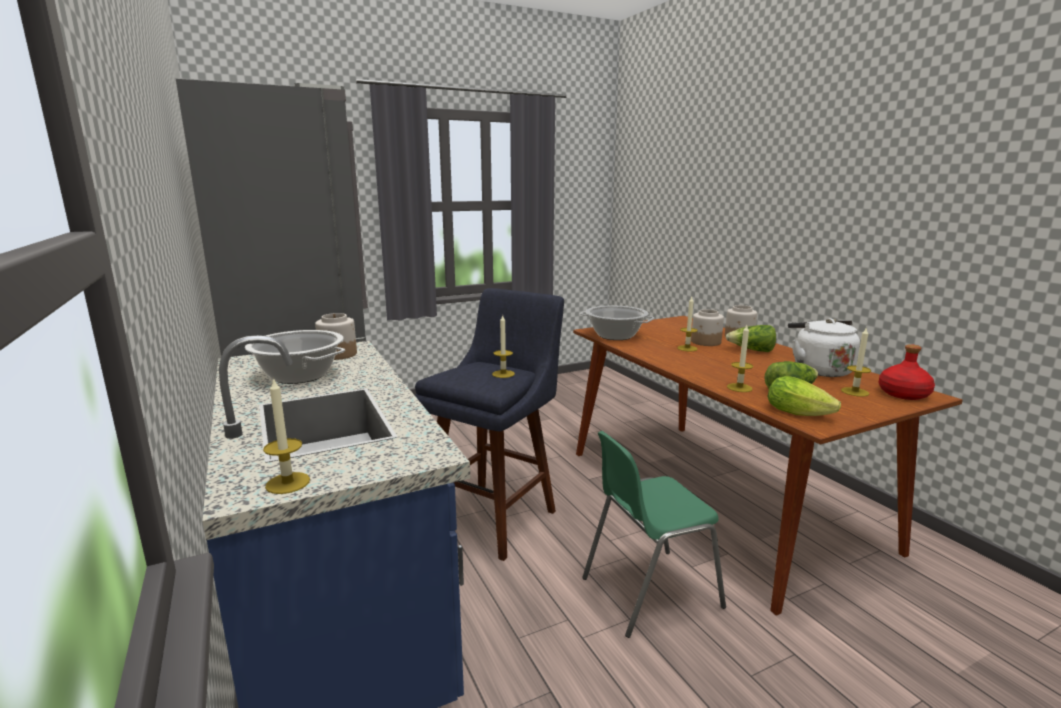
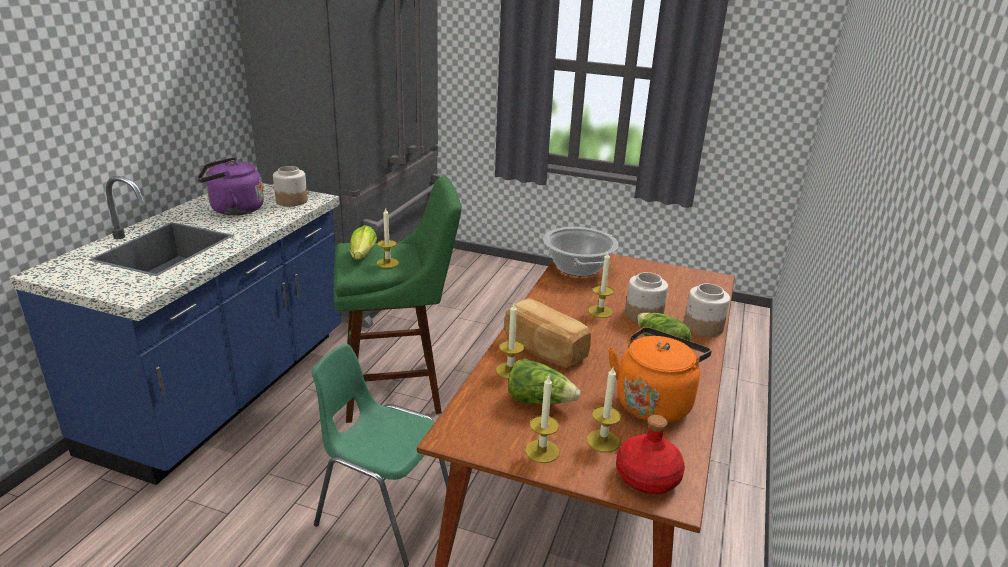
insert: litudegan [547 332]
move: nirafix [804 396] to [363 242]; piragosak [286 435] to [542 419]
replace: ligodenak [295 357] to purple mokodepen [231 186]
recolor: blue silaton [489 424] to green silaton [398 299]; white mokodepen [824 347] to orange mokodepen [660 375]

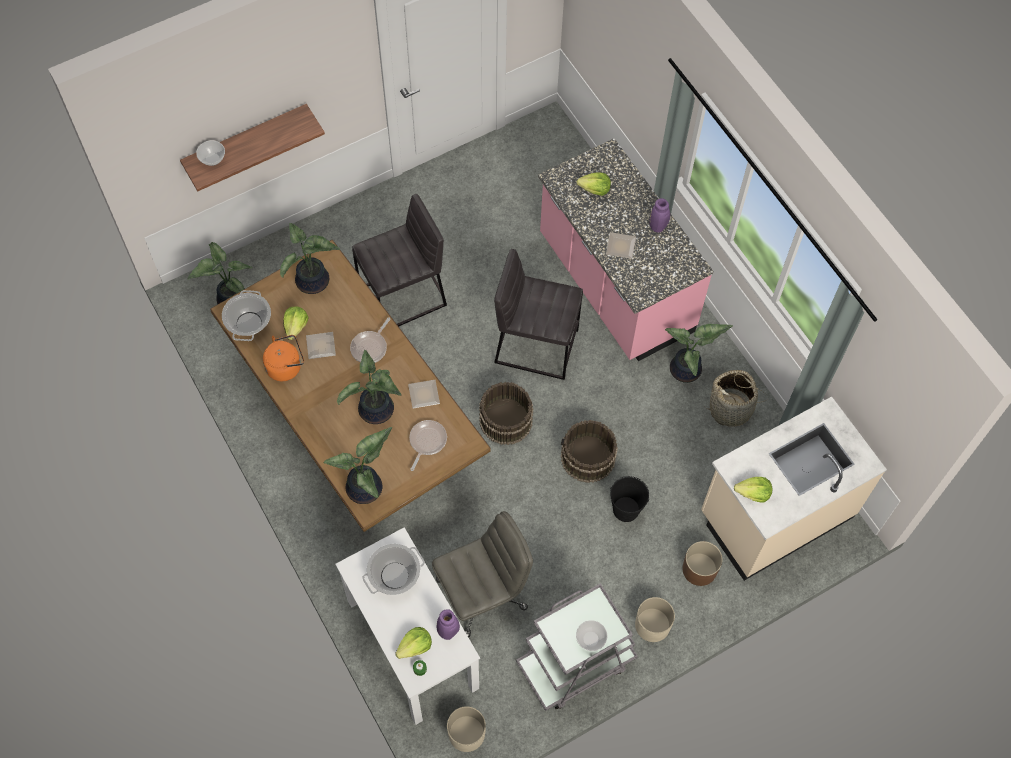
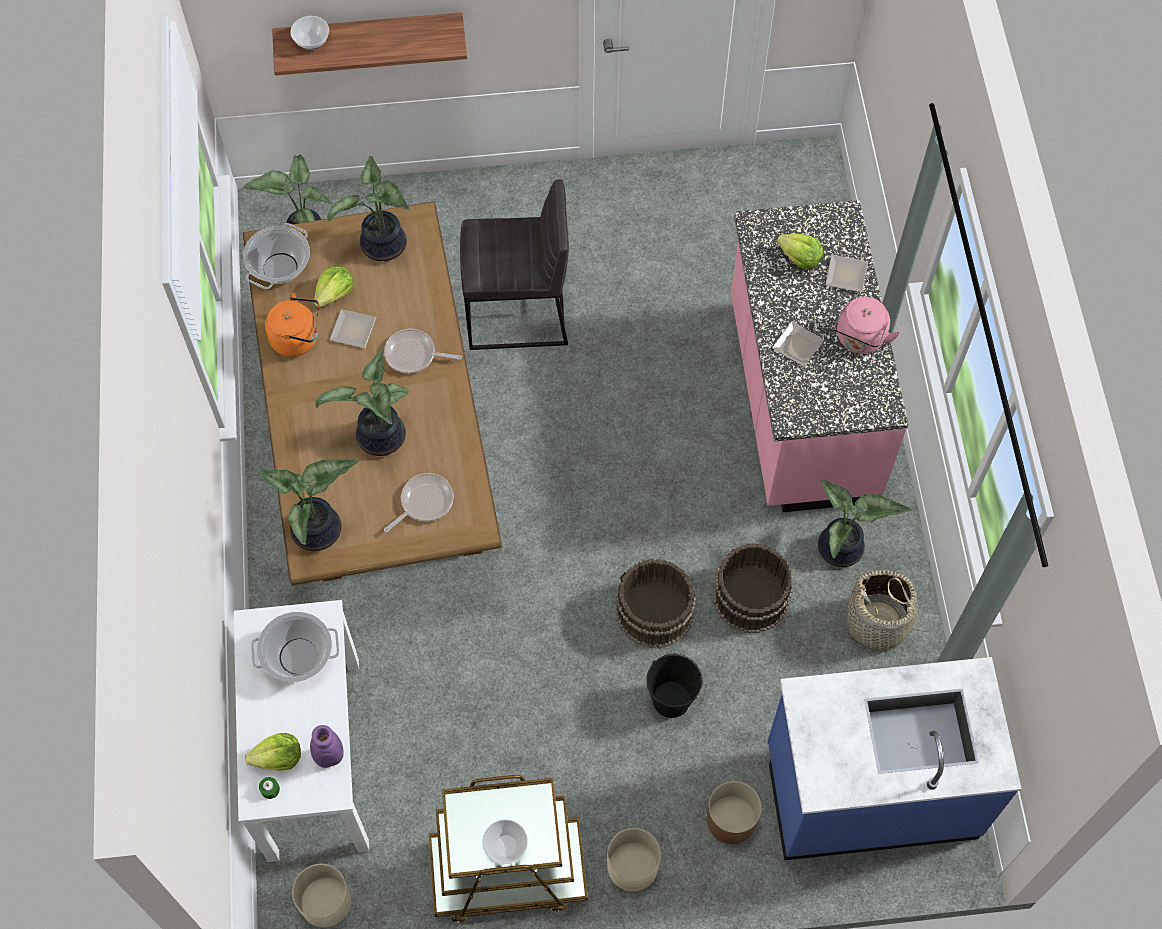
delete: grey silaton [538 314]; nirafix [753 490]; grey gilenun [482 574]
move: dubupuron [424 394] to [846 273]; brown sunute [506 413] to [753 588]
replace: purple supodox [659 215] to pink mokodepen [867 325]
recolor: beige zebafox [794 489] to blue zebafox [895 758]; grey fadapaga [577 647] to brown fadapaga [508 849]
rotate: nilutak [370 340] = [423 351] 45 degrees clockwise

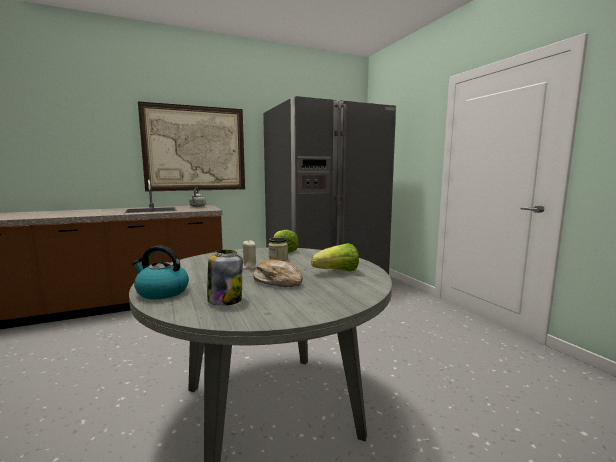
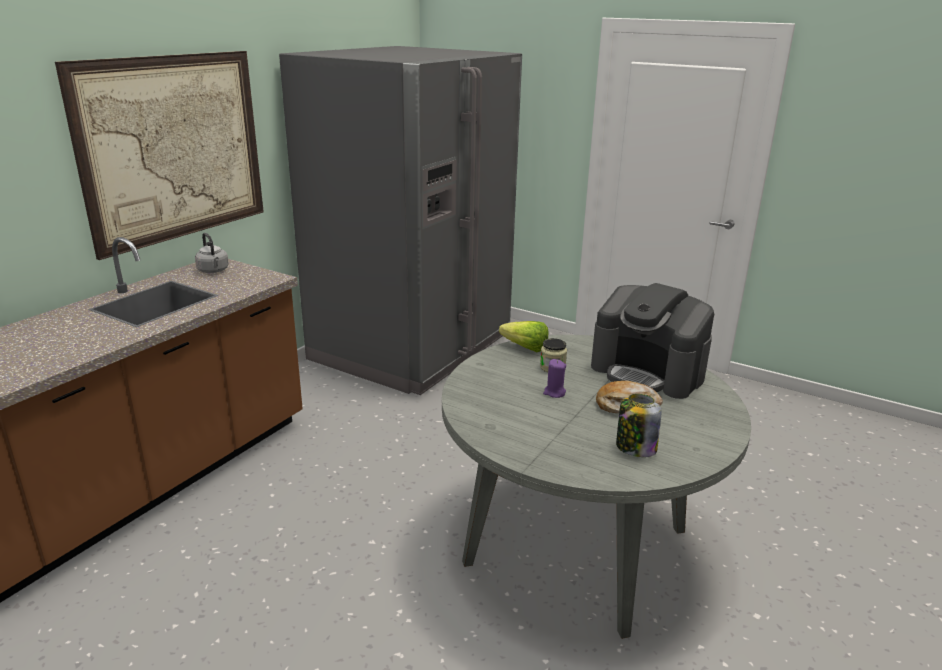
delete: mokodepen [160 272]
replace: nirafix [335 257] to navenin [652 341]
recolor: beige piragosak [250 255] to purple piragosak [554 378]

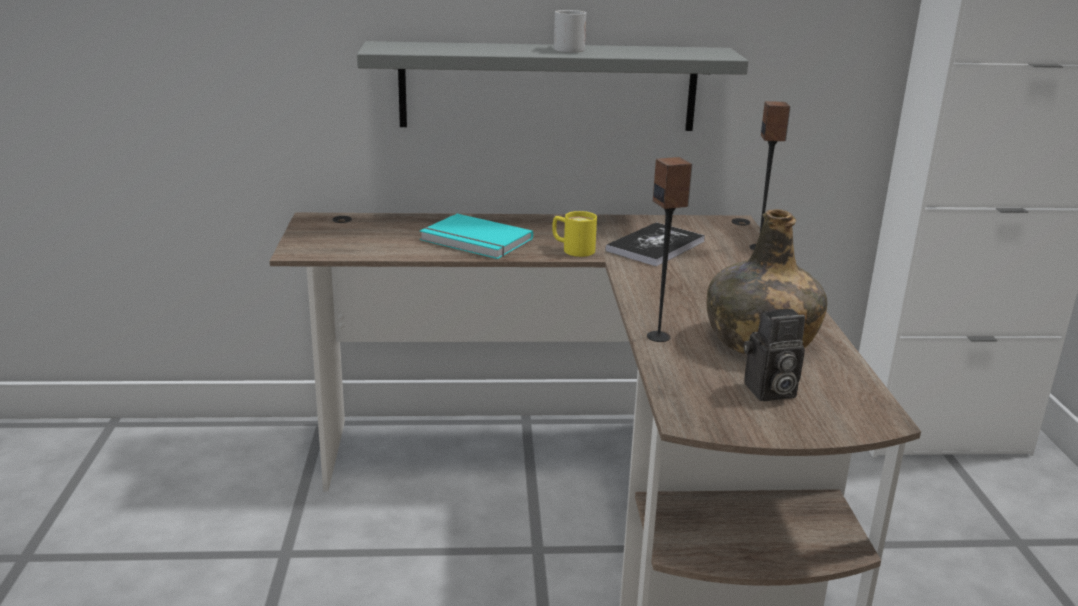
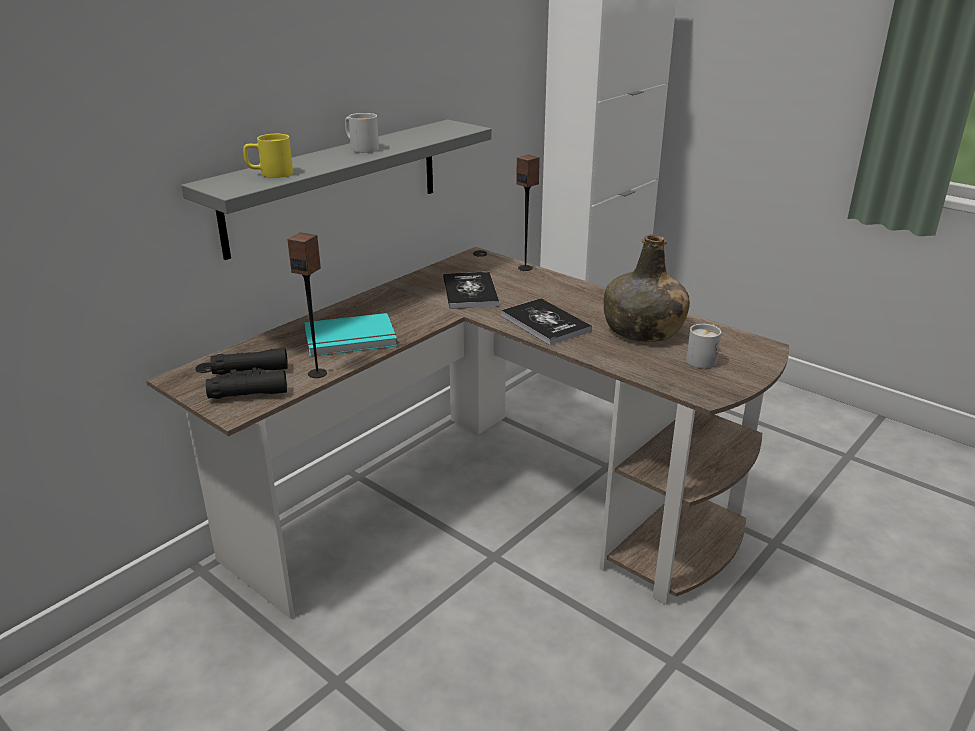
insert: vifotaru [546 322]; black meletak [247 373]
move: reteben [669 249] to [307 305]; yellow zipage [574 234] to [268 156]
replace: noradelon [774 355] to white zipage [703 346]

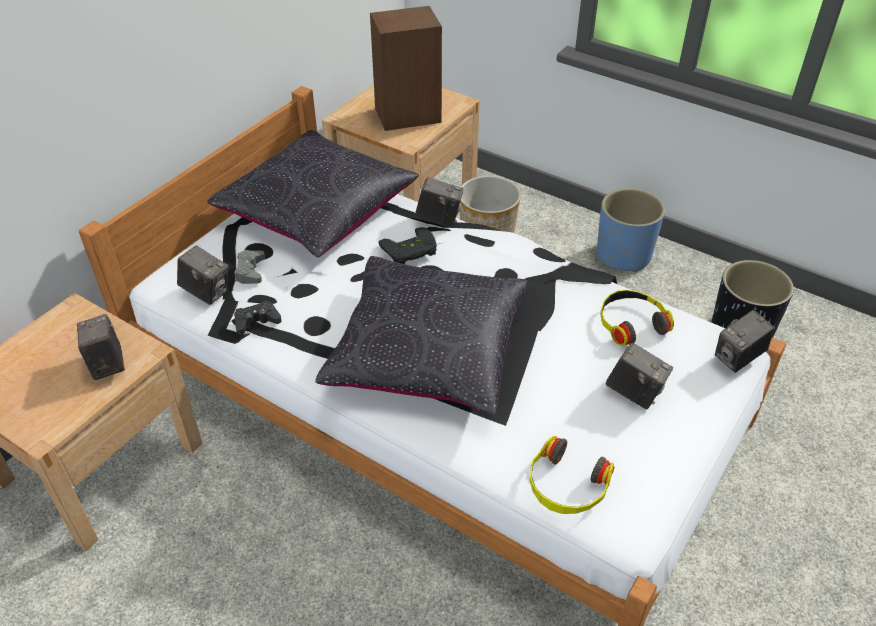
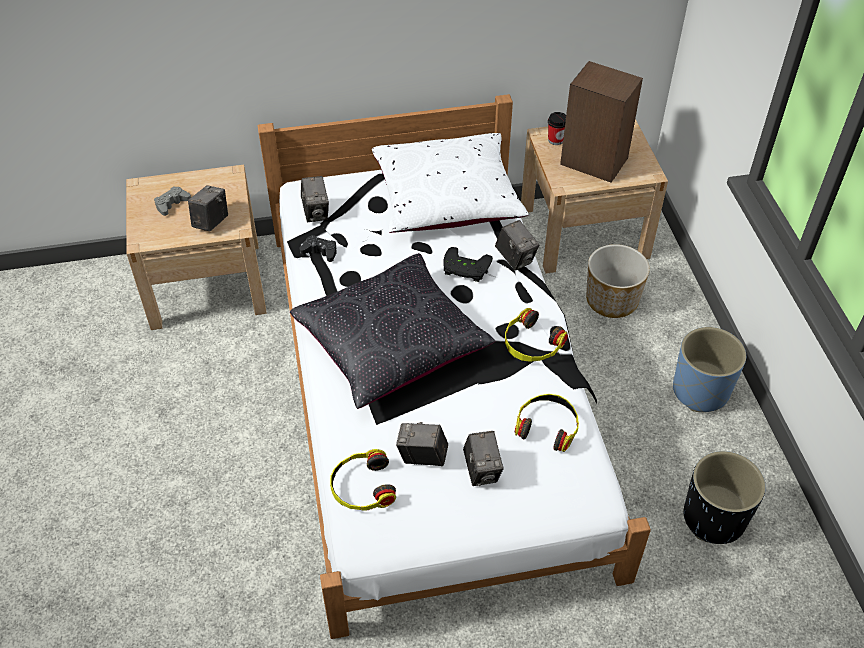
insert: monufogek [557 128]; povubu [536 335]
move: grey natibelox [249 267] to [172 201]; noradelon [745 341] to [422 444]
recolor: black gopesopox [313 194] to white gopesopox [450 183]

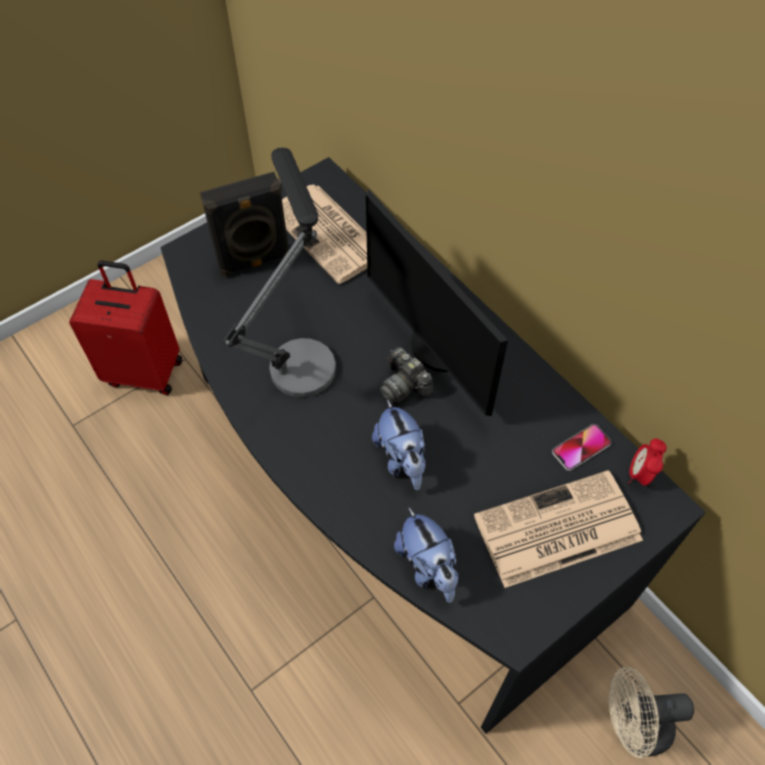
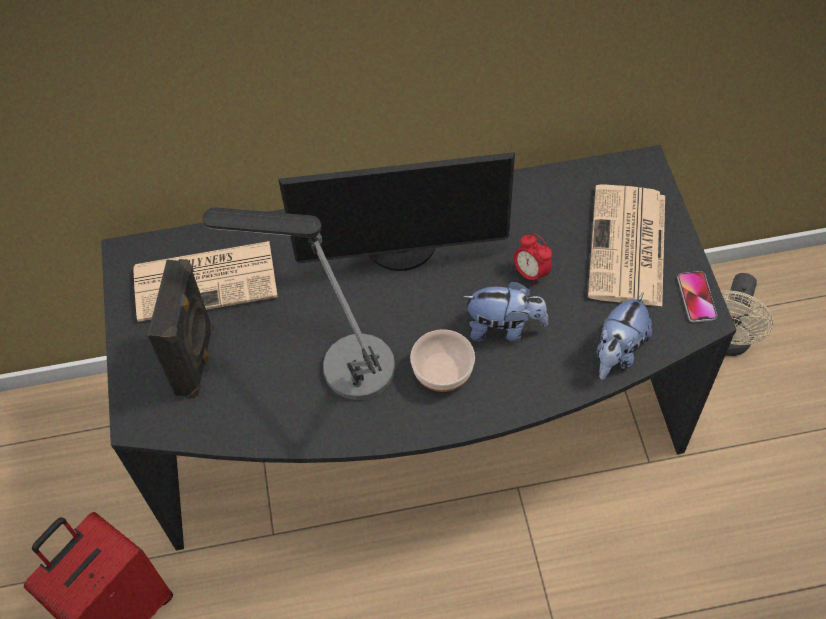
delete: noradelon [406 375]
insert: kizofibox [442 360]
move: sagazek [581 447] to [697 296]; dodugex [647 462] to [533 259]
rotate: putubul [426 555] = [624 336] 120 degrees clockwise

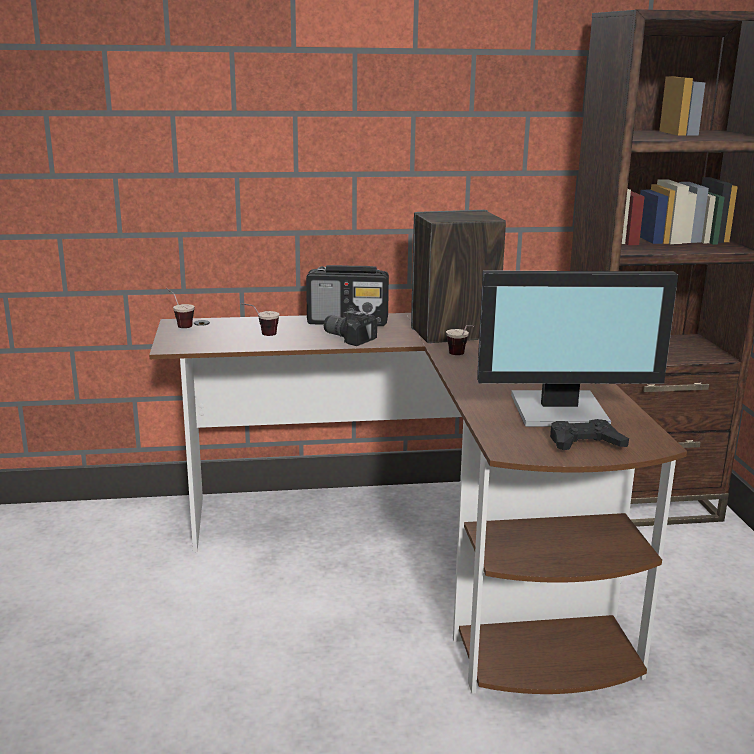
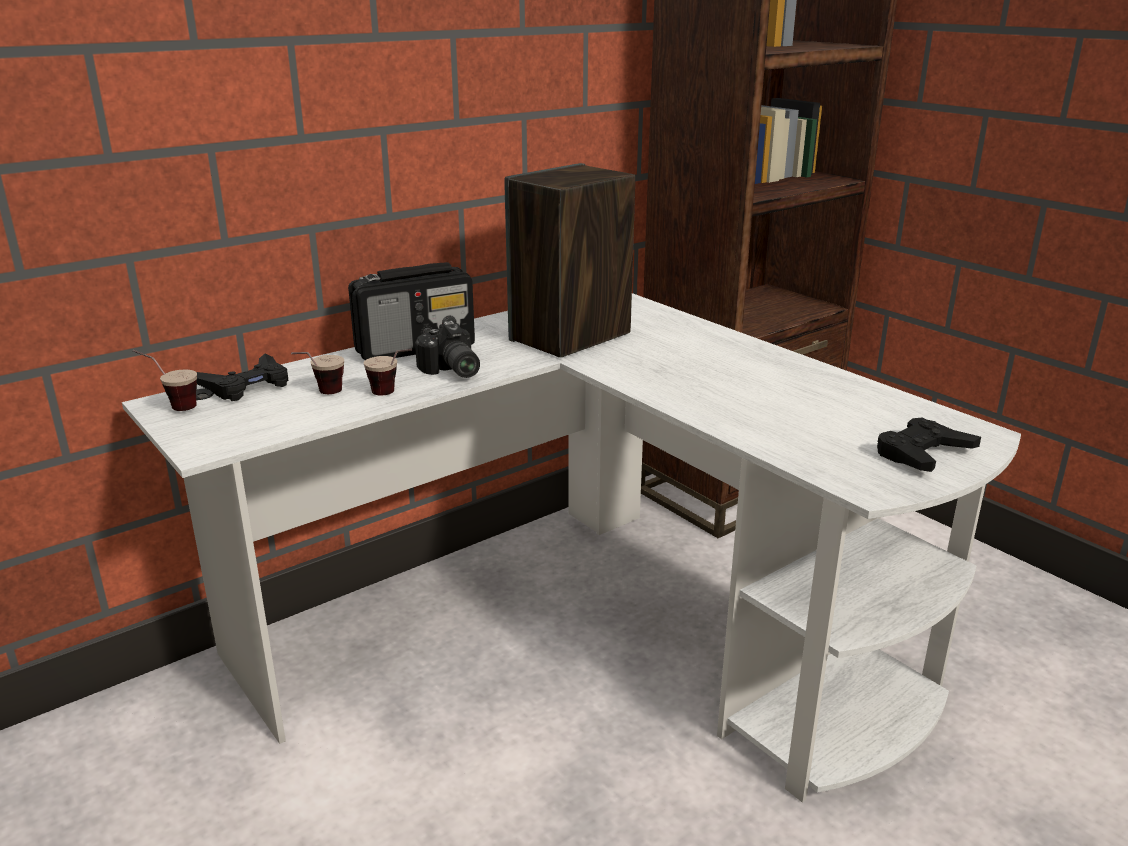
delete: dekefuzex [577 348]
insert: black natibelox [242 377]
move: monufogek [460 340] to [388 372]
recolor: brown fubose [418 503] to white fubose [571 548]
rotate: noradelon [350 328] = [447 349] 120 degrees counterclockwise

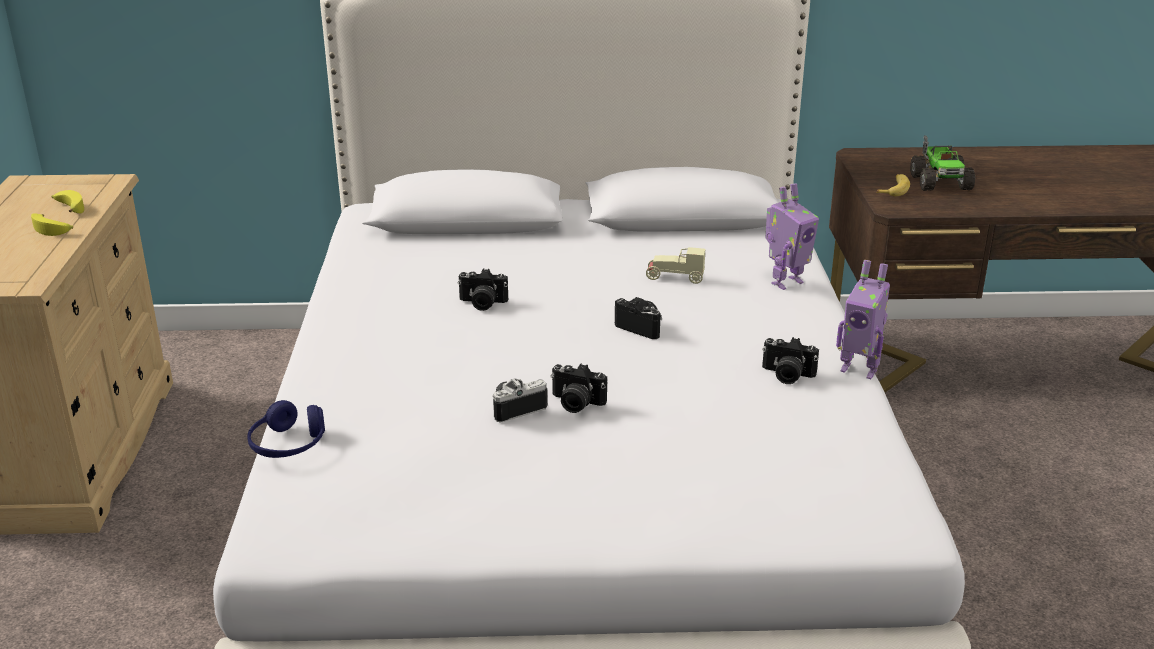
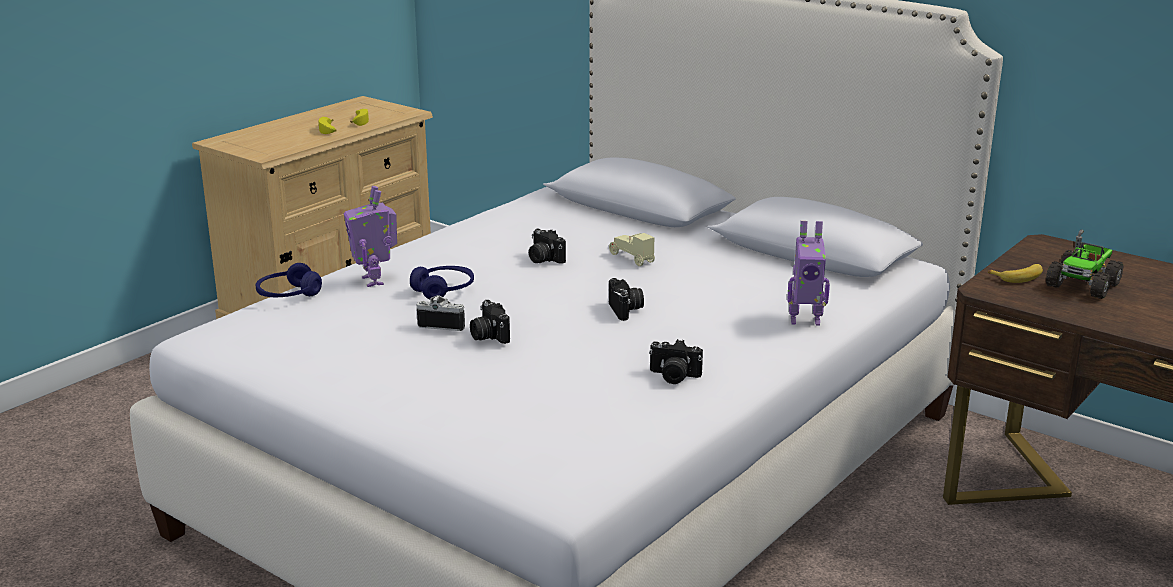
insert: blue povubu [442 282]
move: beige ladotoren [675 265] to [632 249]; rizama [863 319] to [370 236]
rotate: noradelon [790 360] = [676 361] 45 degrees counterclockwise

